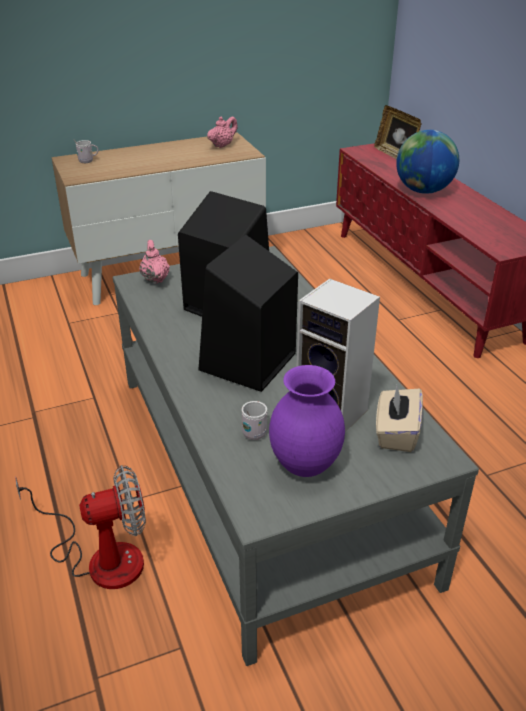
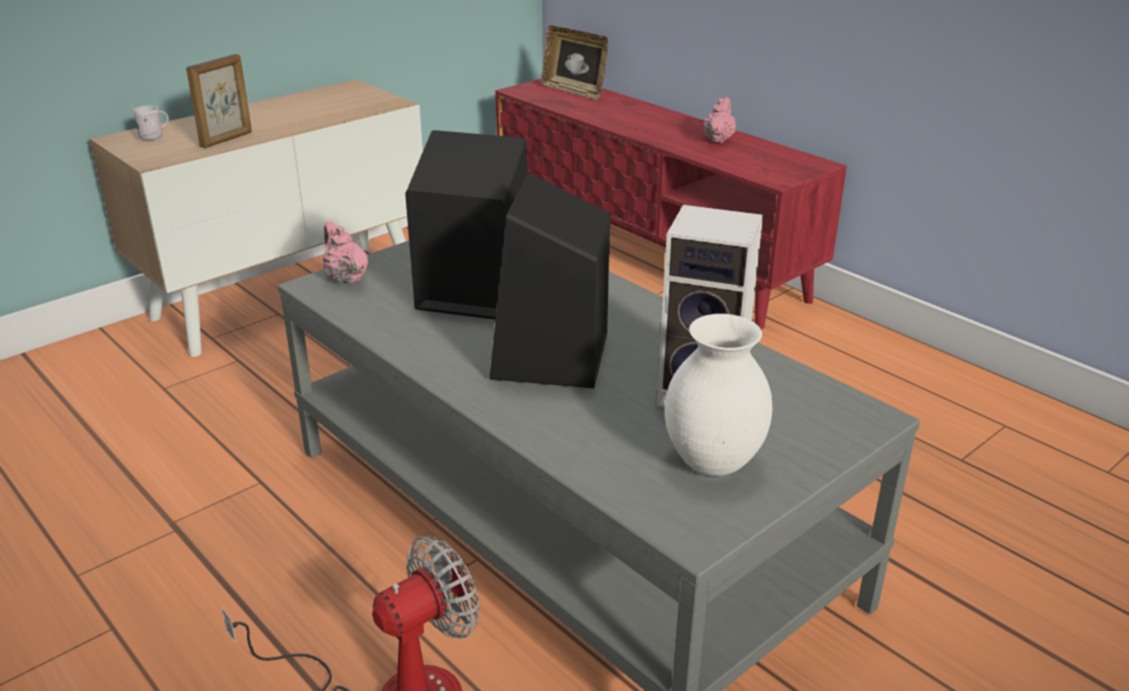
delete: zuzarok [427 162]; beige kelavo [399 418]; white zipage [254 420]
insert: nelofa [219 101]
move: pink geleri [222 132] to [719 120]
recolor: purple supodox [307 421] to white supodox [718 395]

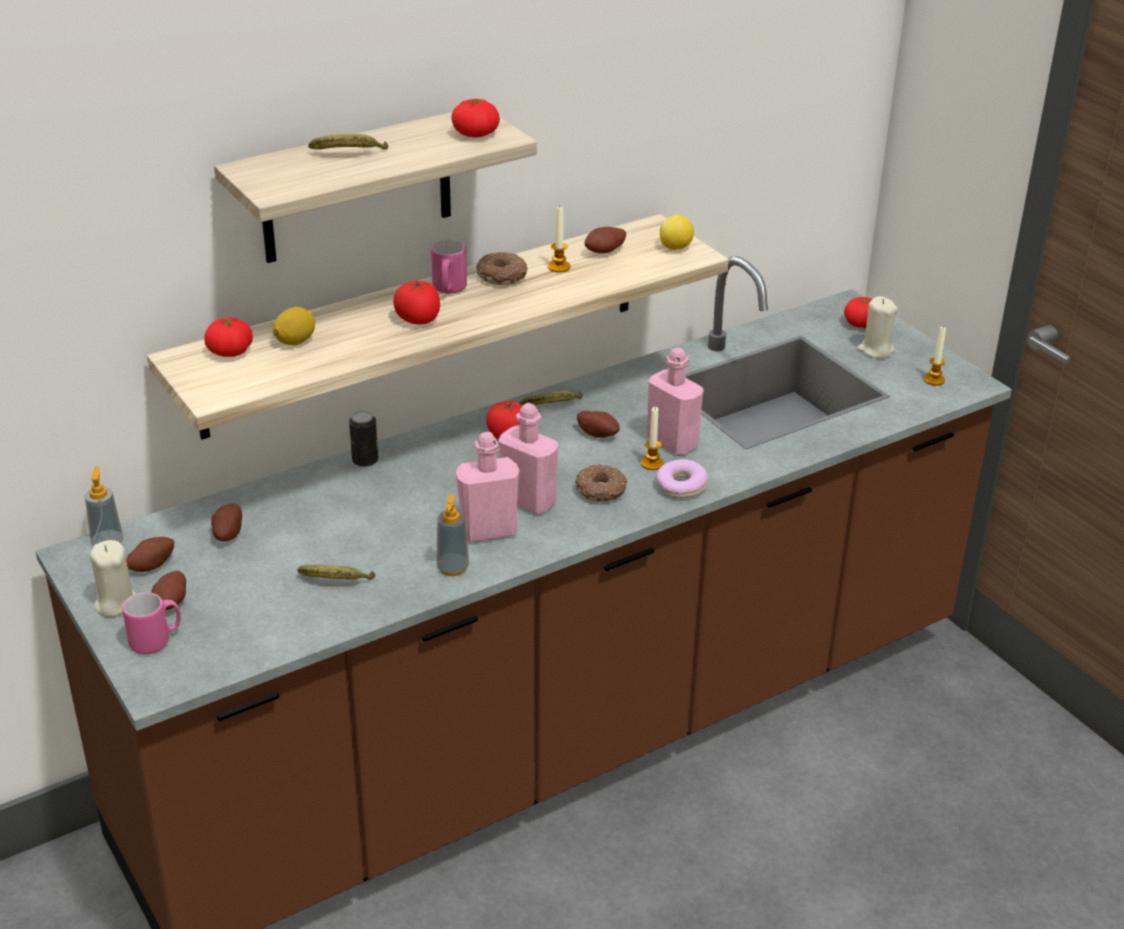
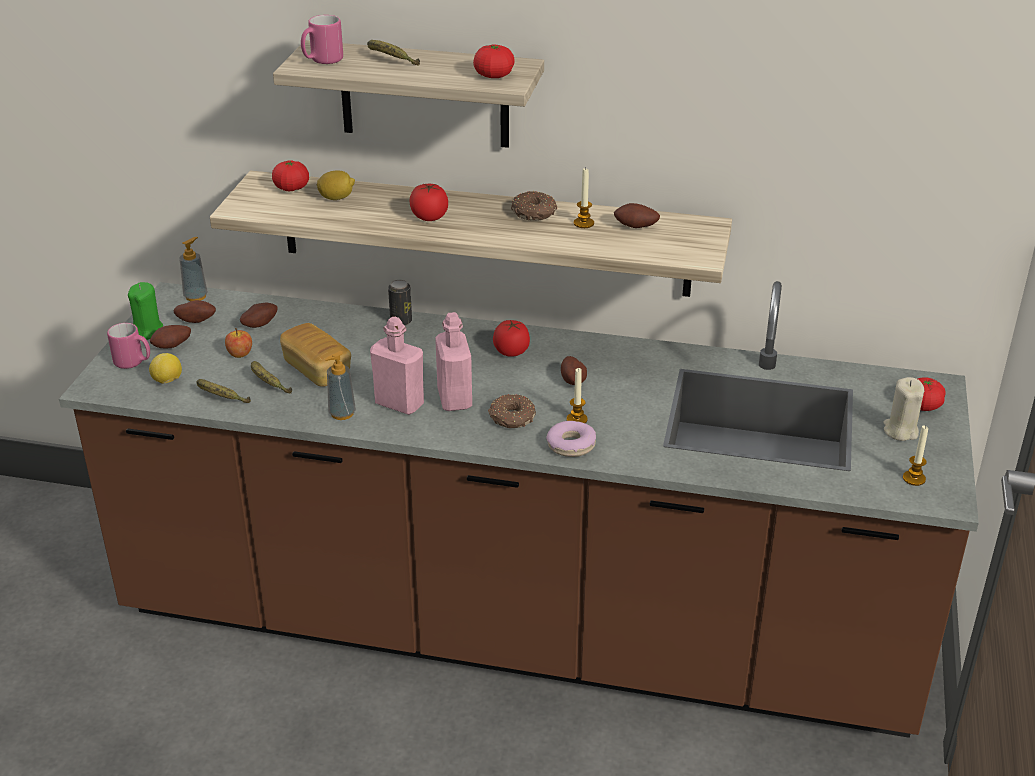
delete: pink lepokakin [675 402]
insert: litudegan [315 355]; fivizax [238 343]
move: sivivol [677 232] to [165 368]; pink zipage [449 267] to [322 39]; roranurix [551 397] to [223 391]
recolor: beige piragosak [113 578] to green piragosak [145 311]

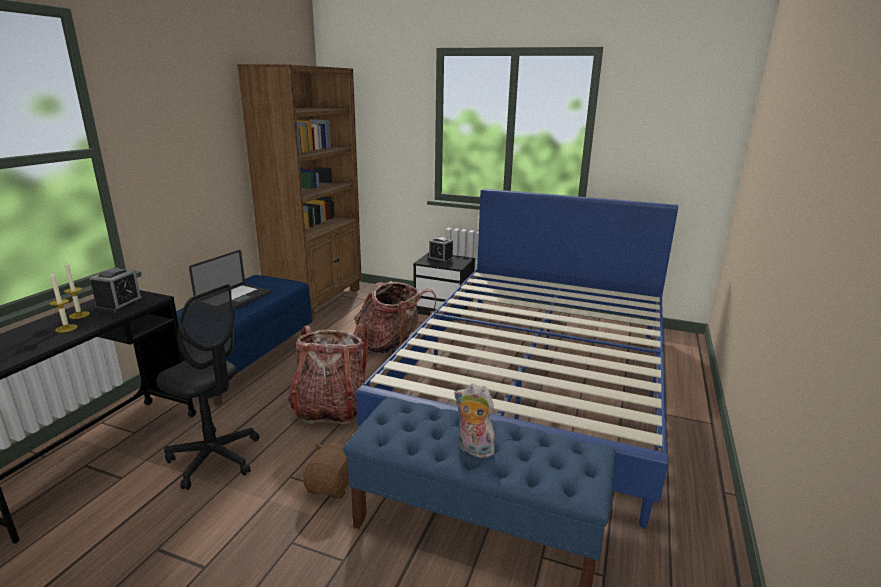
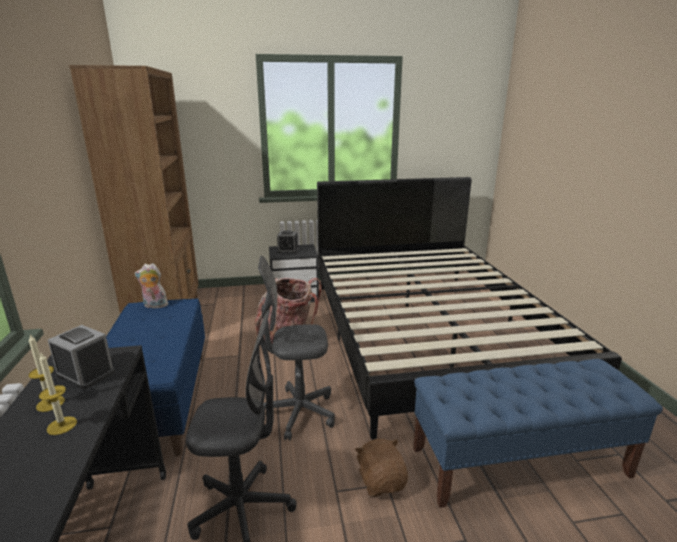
delete: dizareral [230 279]
move: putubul [476 420] to [151 285]
replace: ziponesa [328 373] to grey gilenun [296 348]
recolor: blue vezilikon [517 358] to black vezilikon [469 308]
rotate: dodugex [116 290] = [81 357] 45 degrees counterclockwise

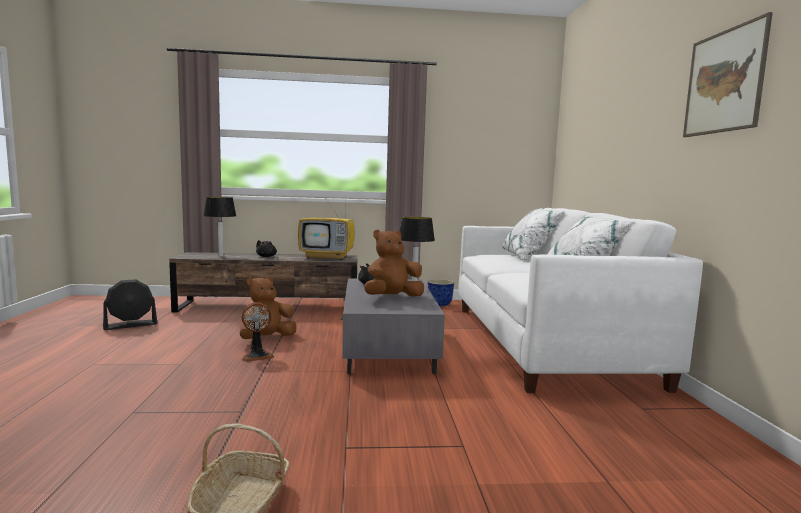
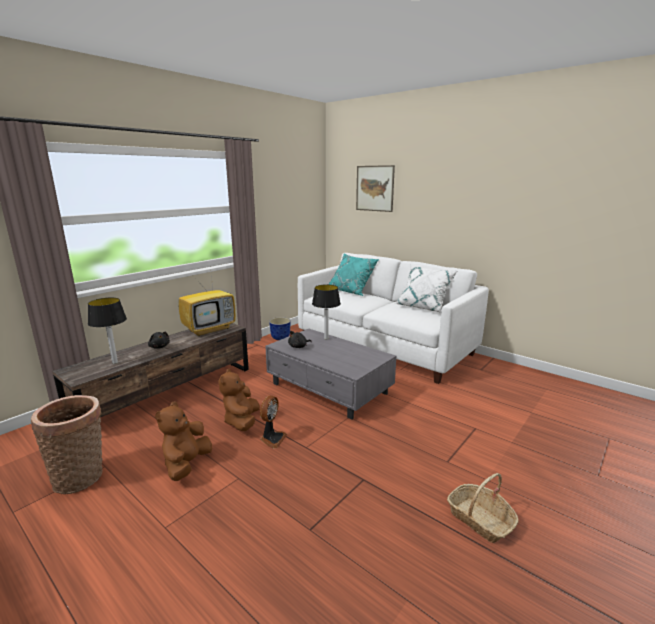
move: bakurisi [728 74] to [375 188]; brown putubul [394 263] to [183 441]
replace: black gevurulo [130 304] to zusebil [67 444]
recolor: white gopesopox [534 234] to turquoise gopesopox [353 275]

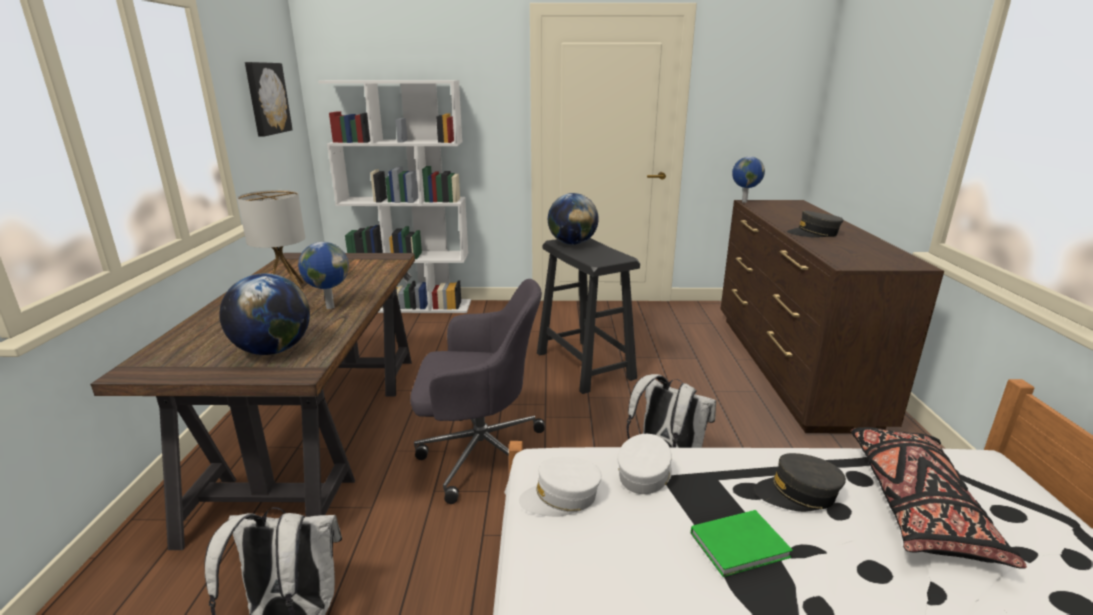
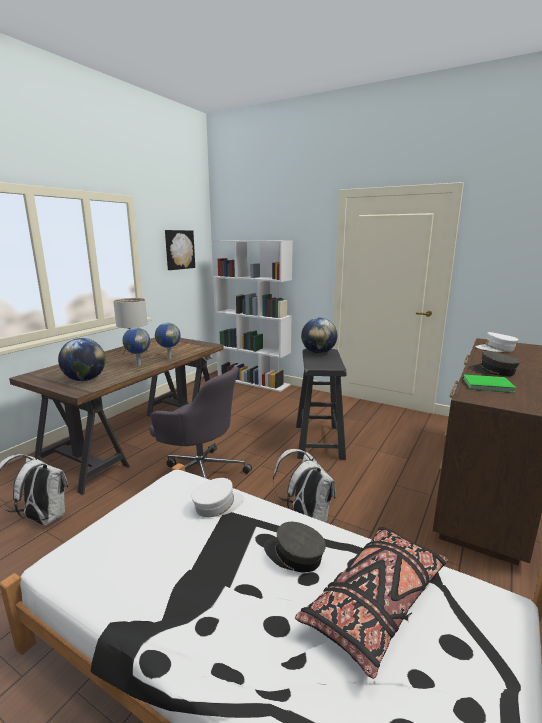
move: zuzarok [748 179] to [168 341]; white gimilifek [560 487] to [497 342]; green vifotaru [742 543] to [489 384]

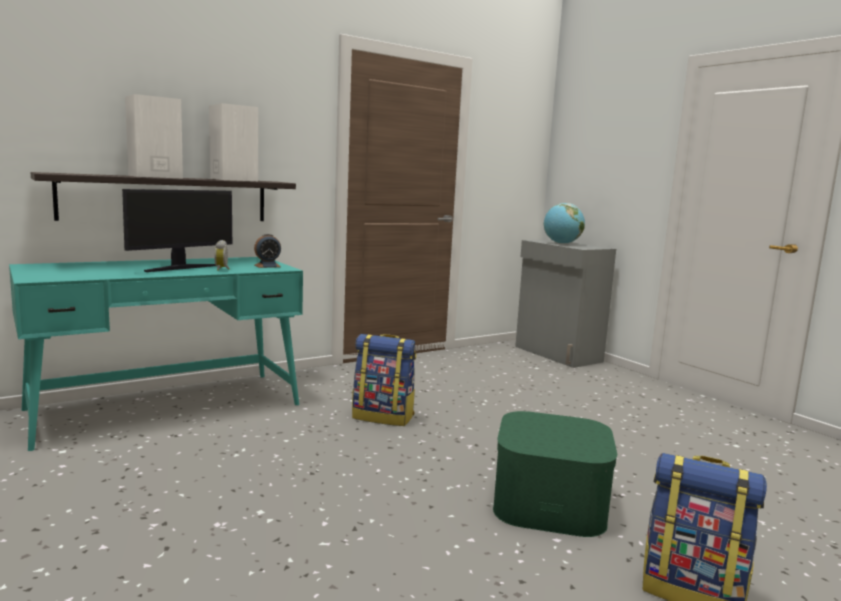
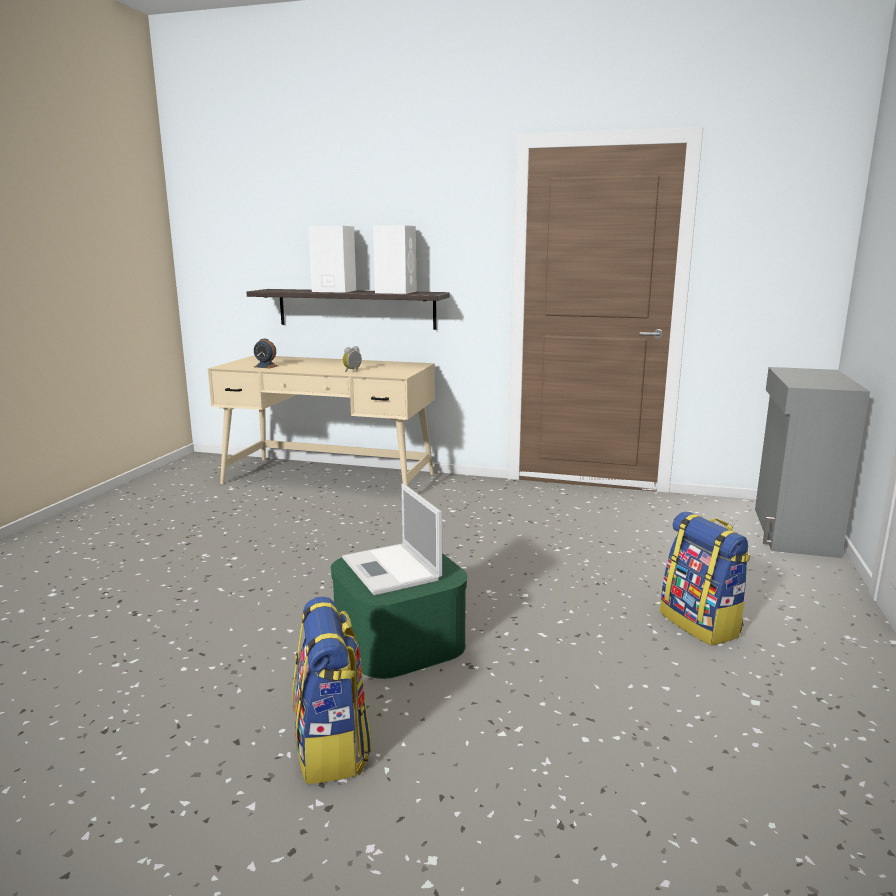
delete: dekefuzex [177 230]; zuzarok [564 223]
insert: dizareral [392 539]
move: dodugex [267 251] to [266 353]; ziponesa [384 380] to [705 578]
recolor: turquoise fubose [156 354] to beige fubose [321 420]

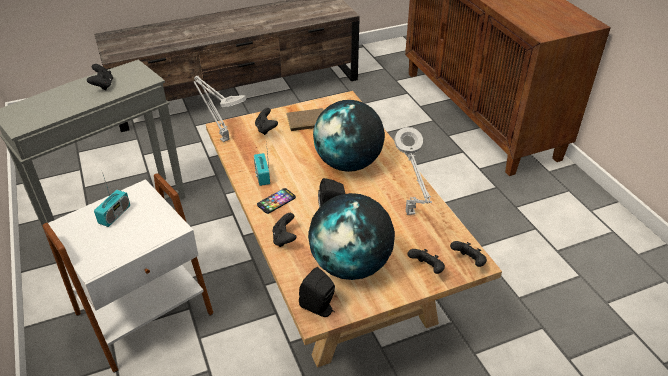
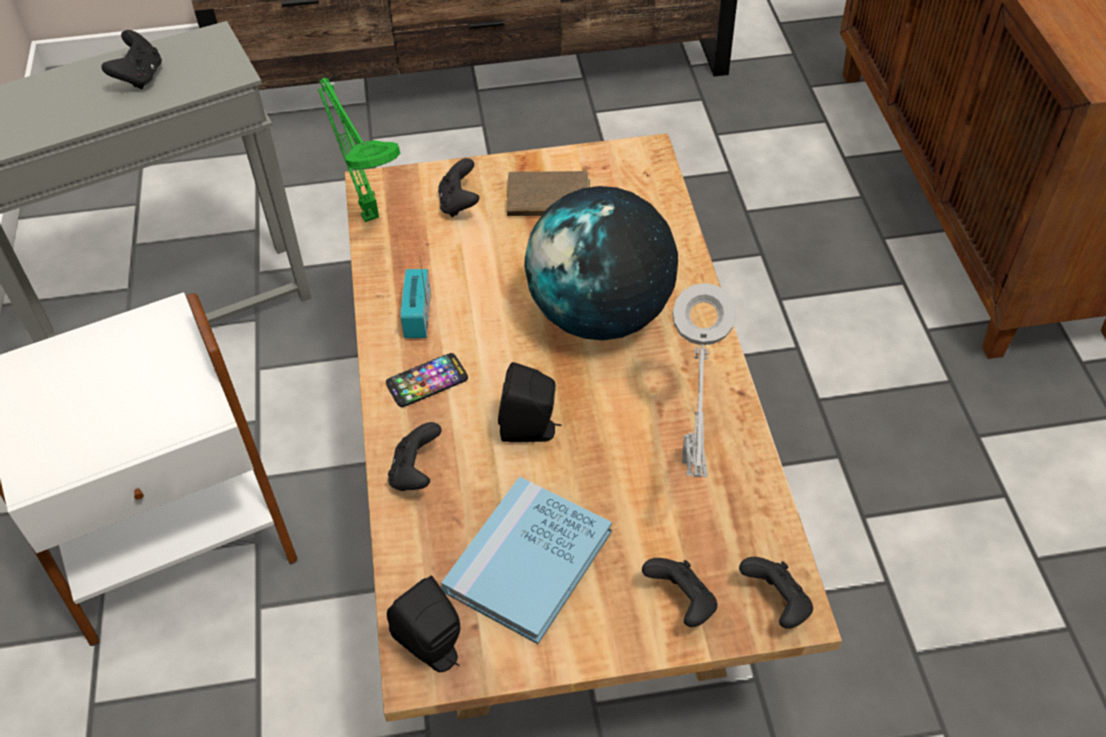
delete: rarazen [112 199]
replace: zuzarok [351 236] to blue vifotaru [526 560]
recolor: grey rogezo [220 109] to green rogezo [359 150]

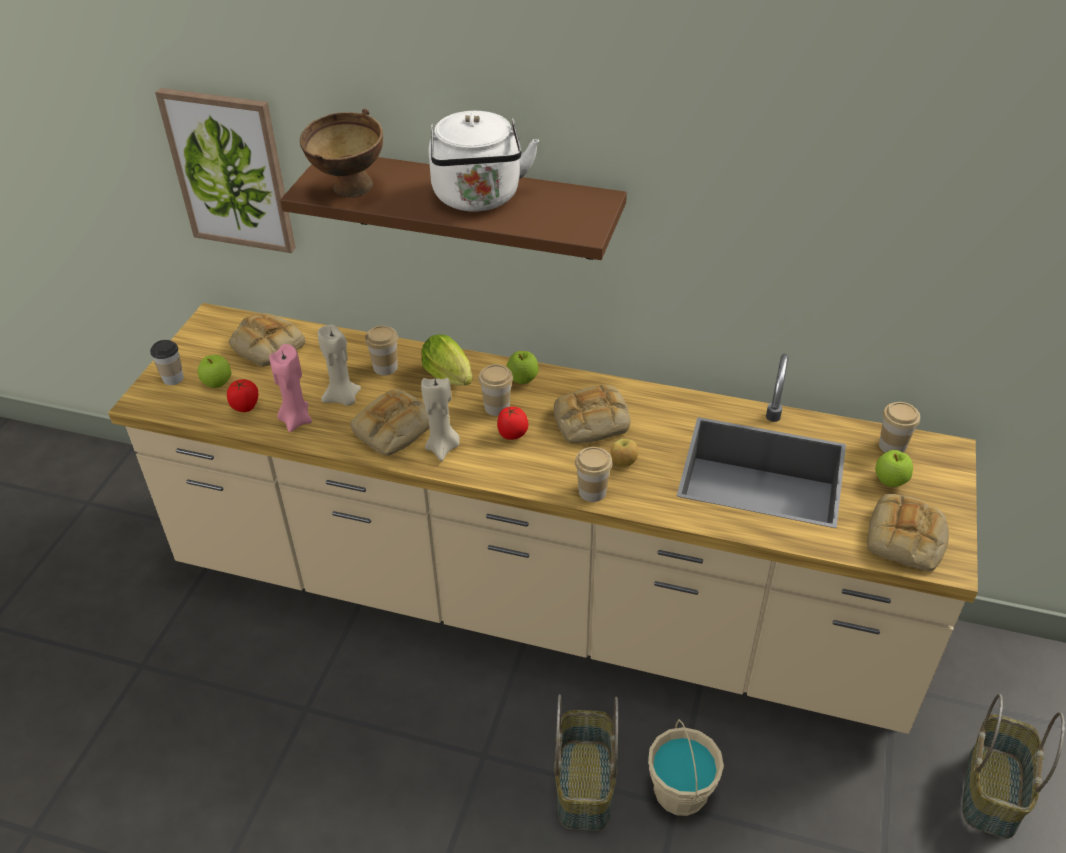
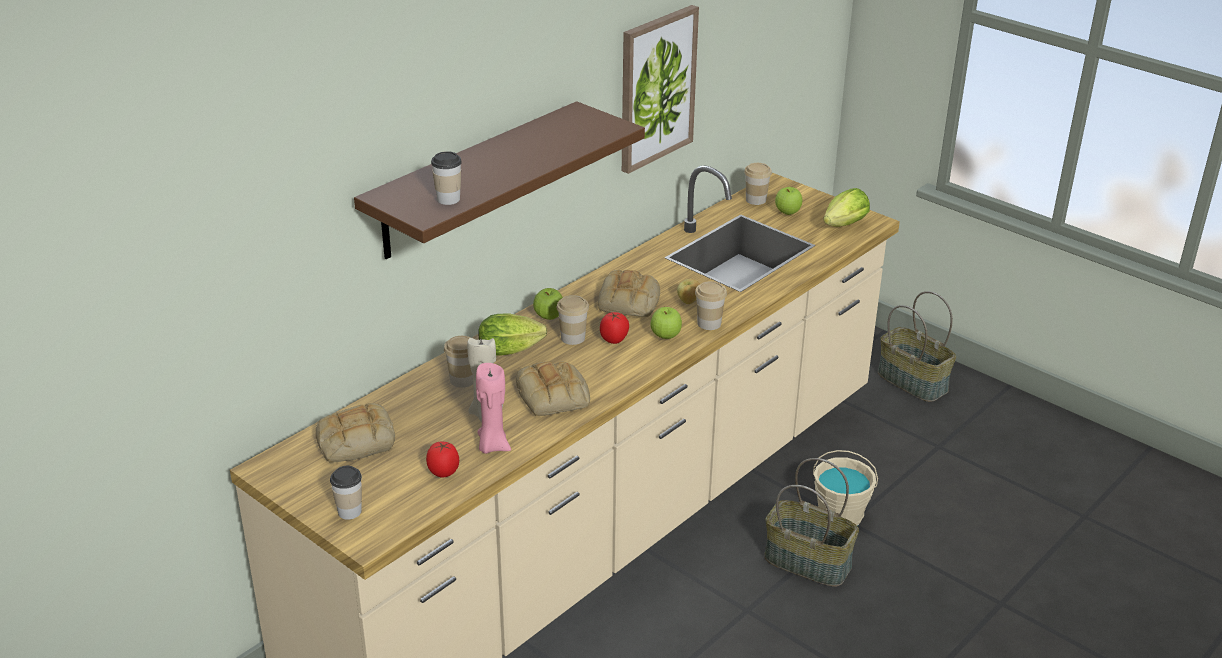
delete: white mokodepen [484 161]; beige piragosak [440 419]
move: bakurisi [225 170] to [660 89]; fivizax [214 371] to [666 323]
replace: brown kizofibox [341 153] to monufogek [446 178]; litudegan [908 532] to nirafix [847 207]

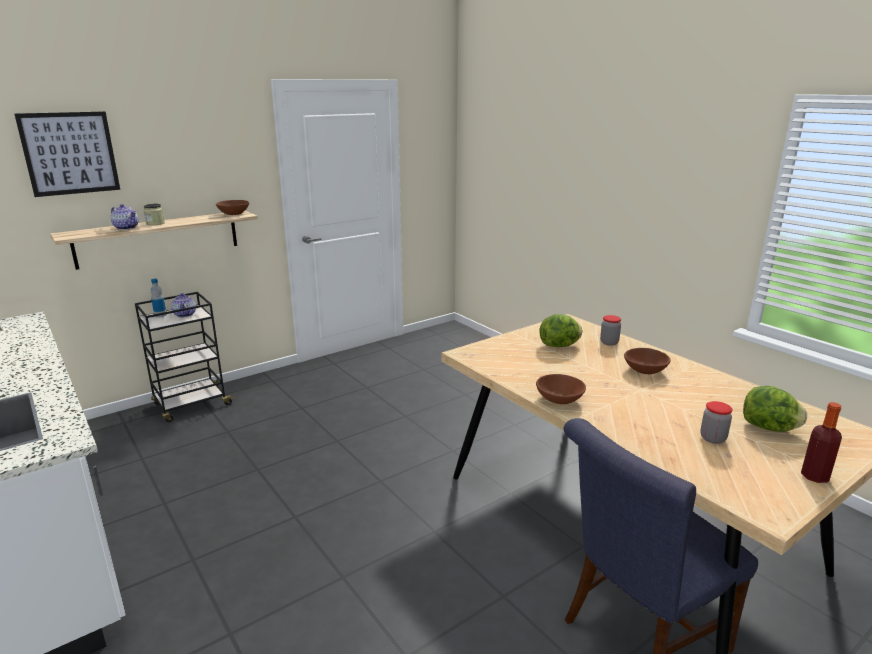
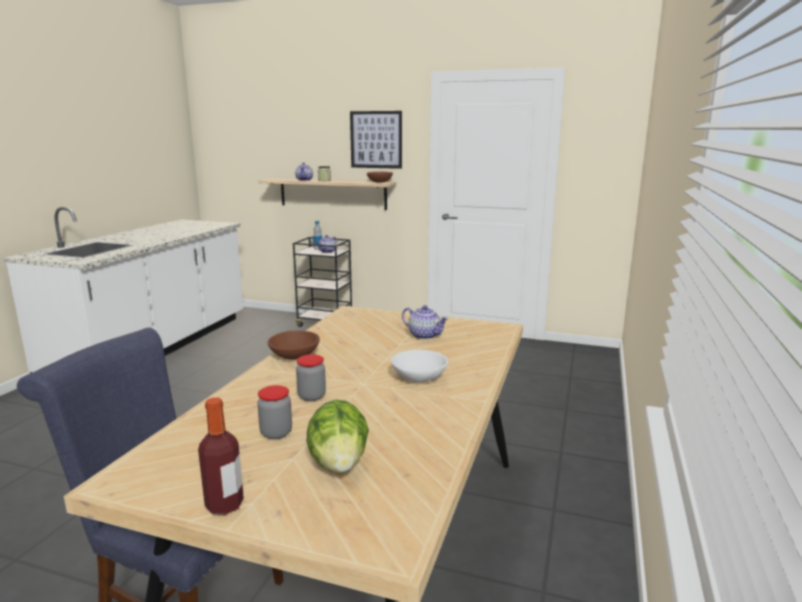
move: bakurisi [67 154] to [376 140]; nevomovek [610 330] to [311 377]
replace: nirafix [560 330] to geleri [425 322]
recolor: brown kizofibox [647 361] to white kizofibox [419 366]

